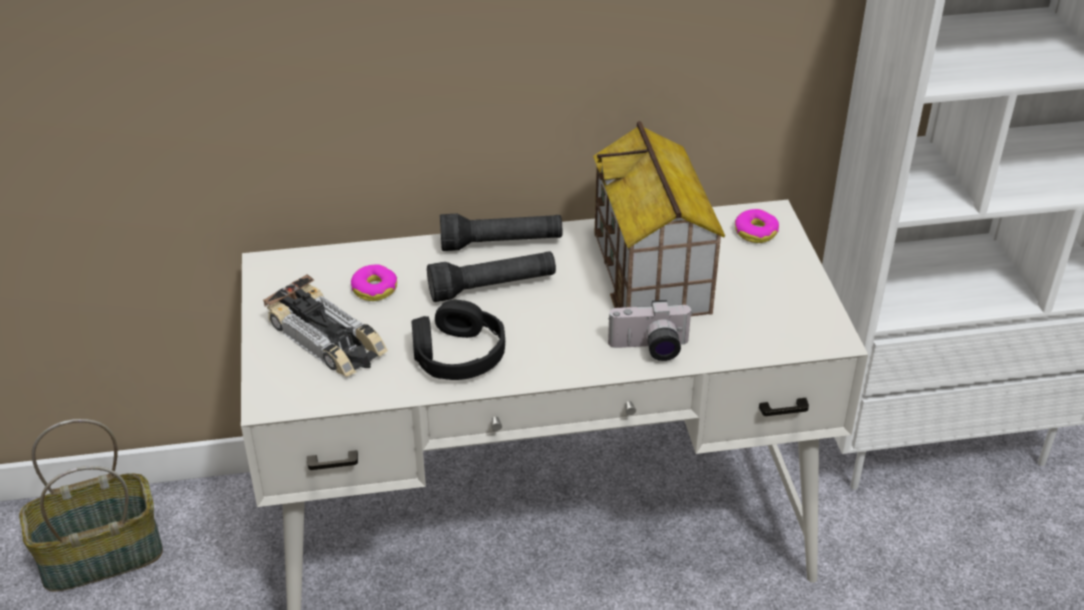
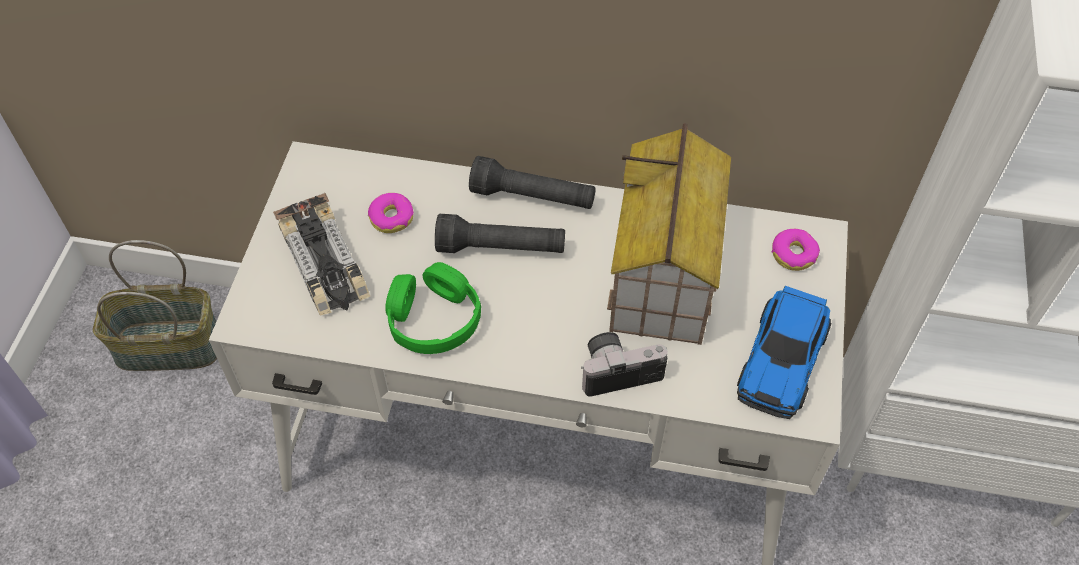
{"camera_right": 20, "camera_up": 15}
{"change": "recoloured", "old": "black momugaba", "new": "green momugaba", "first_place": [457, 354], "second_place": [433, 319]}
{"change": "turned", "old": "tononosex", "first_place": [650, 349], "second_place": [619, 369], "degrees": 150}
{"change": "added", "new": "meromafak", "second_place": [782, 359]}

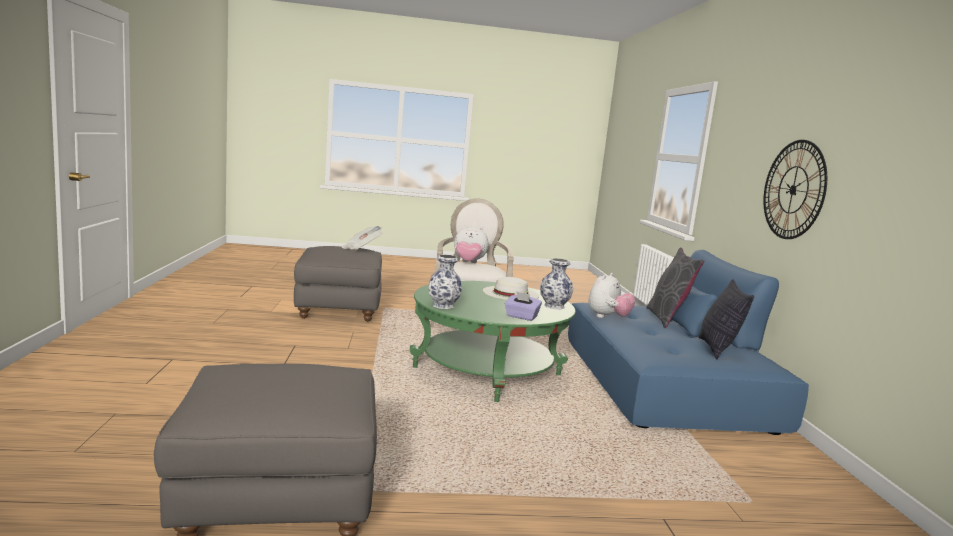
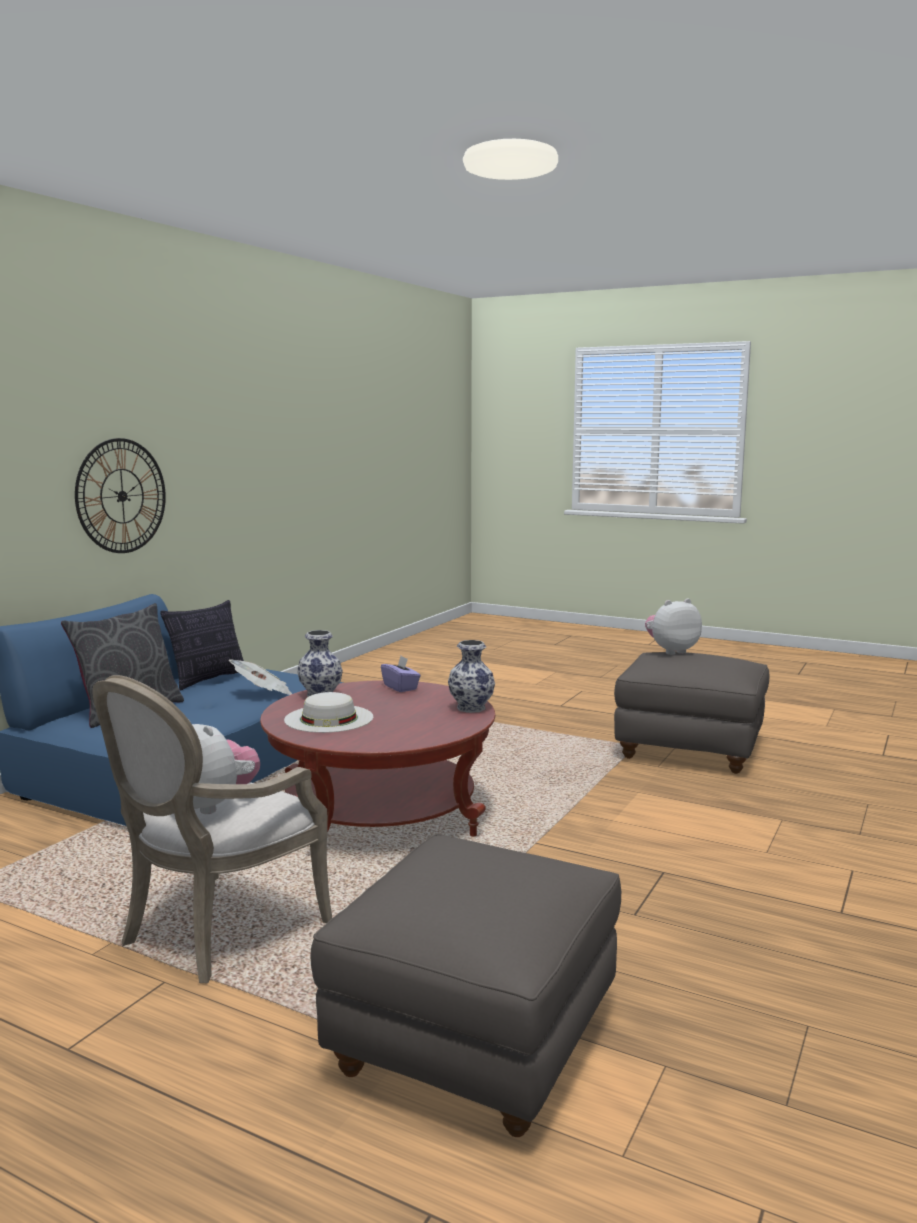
{"camera_right": -145, "camera_up": 0}
{"change": "moved", "old": "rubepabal", "first_place": [361, 248], "second_place": [263, 693]}
{"change": "recoloured", "old": "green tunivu", "new": "red tunivu", "first_place": [487, 371], "second_place": [380, 814]}
{"change": "moved", "old": "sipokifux", "first_place": [608, 317], "second_place": [671, 651]}

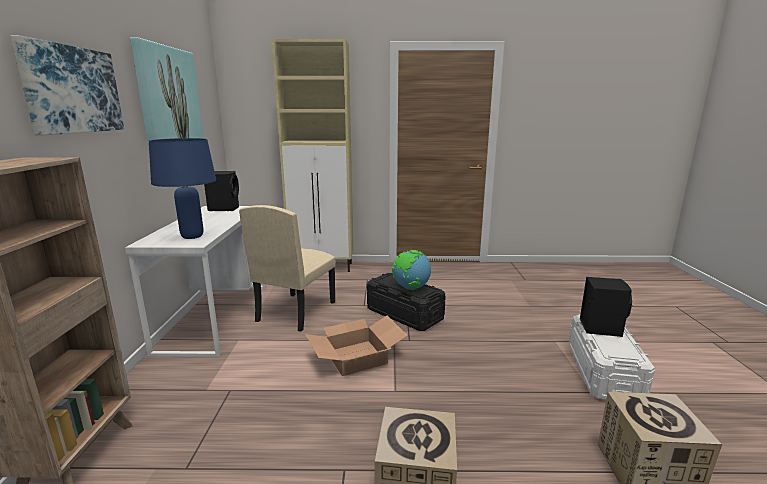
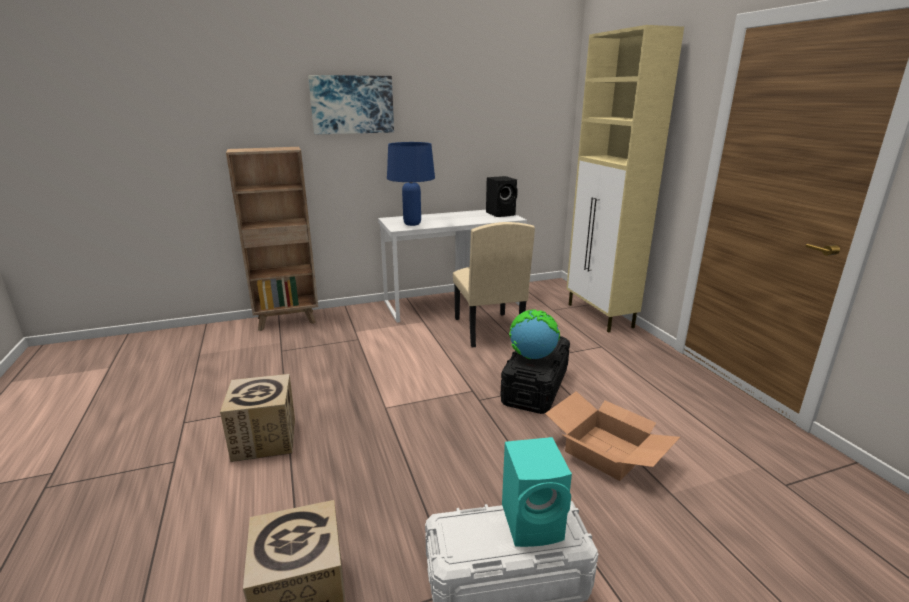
{"camera_right": 70, "camera_up": 5}
{"change": "removed", "old": "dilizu", "first_place": [169, 103]}
{"change": "turned", "old": "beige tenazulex", "first_place": [296, 311], "second_place": [487, 329], "degrees": -105}
{"change": "moved", "old": "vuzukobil", "first_place": [357, 357], "second_place": [608, 451]}
{"change": "recoloured", "old": "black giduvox", "new": "turquoise giduvox", "first_place": [600, 327], "second_place": [534, 522]}

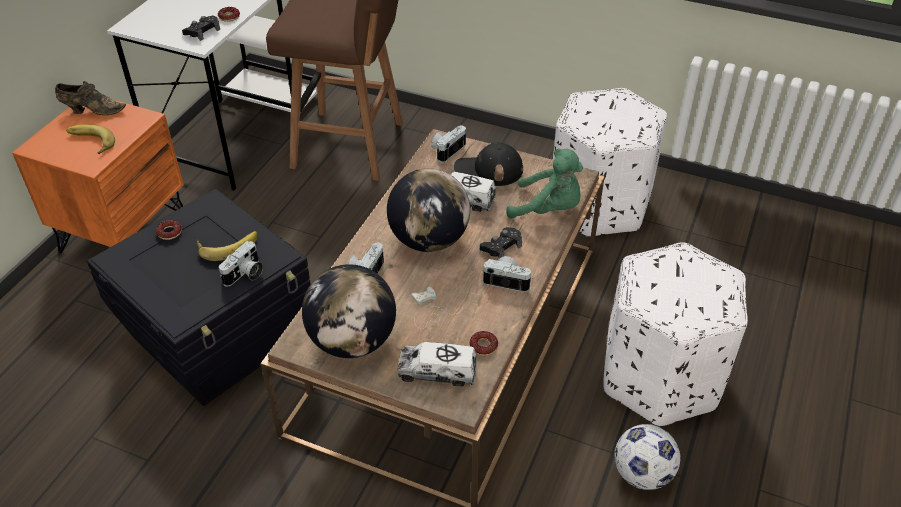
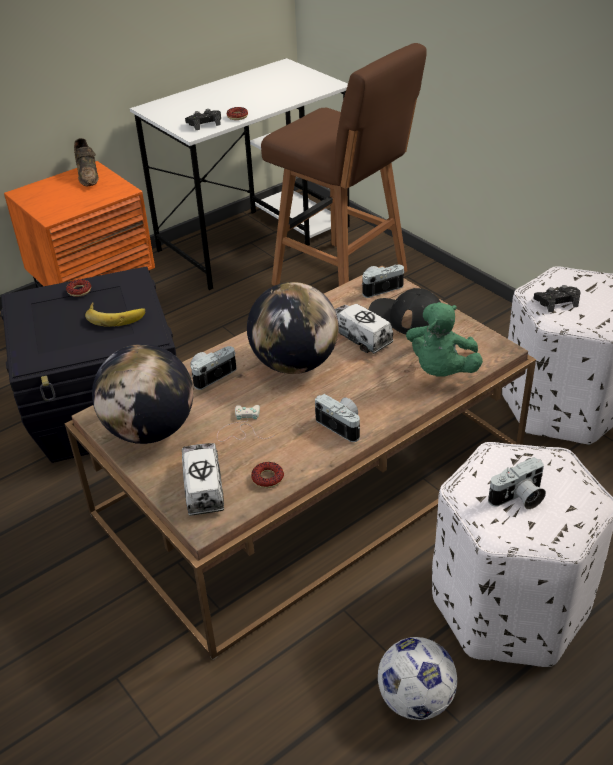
{"camera_right": 30, "camera_up": -5}
{"change": "turned", "old": "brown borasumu", "first_place": [92, 110], "second_place": [88, 175], "degrees": 45}
{"change": "removed", "old": "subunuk", "first_place": [89, 143]}
{"change": "moved", "old": "tononosex", "first_place": [245, 274], "second_place": [519, 498]}
{"change": "turned", "old": "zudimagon", "first_place": [437, 372], "second_place": [203, 486], "degrees": 45}
{"change": "moved", "old": "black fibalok", "first_place": [501, 247], "second_place": [557, 302]}
{"change": "turned", "old": "green sipokifux", "first_place": [548, 209], "second_place": [441, 371], "degrees": 60}

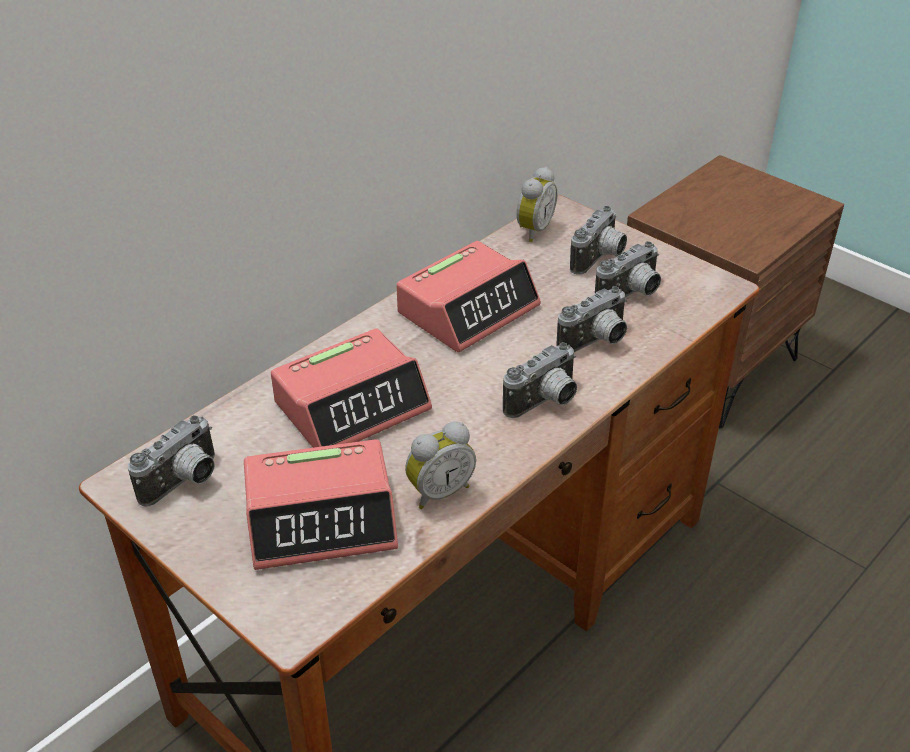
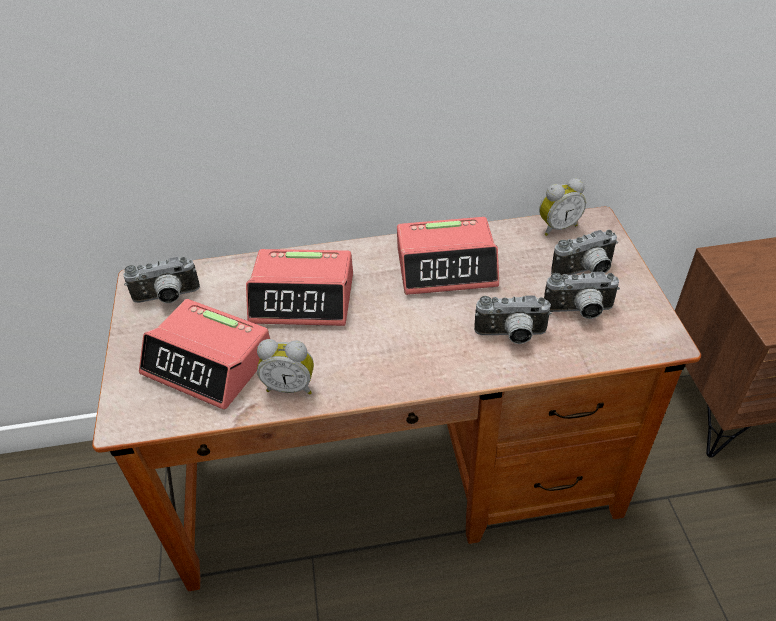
{"camera_right": 40, "camera_up": 5}
{"change": "removed", "old": "tononosex", "first_place": [545, 403]}

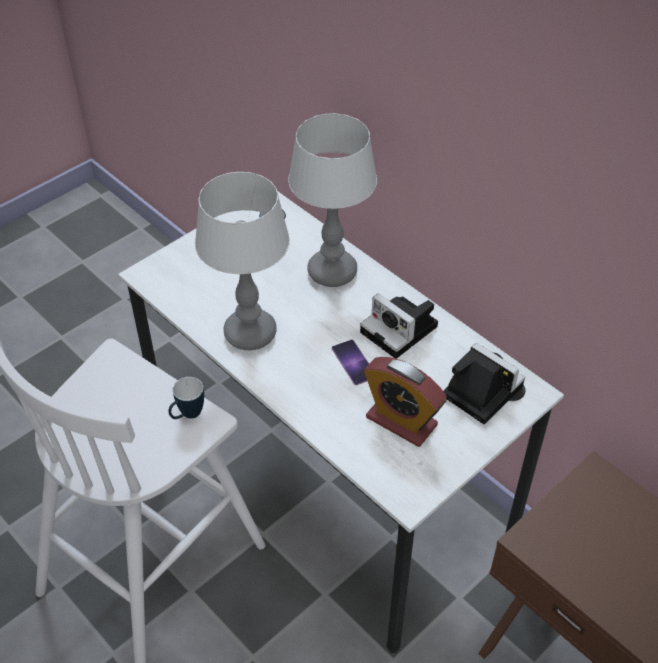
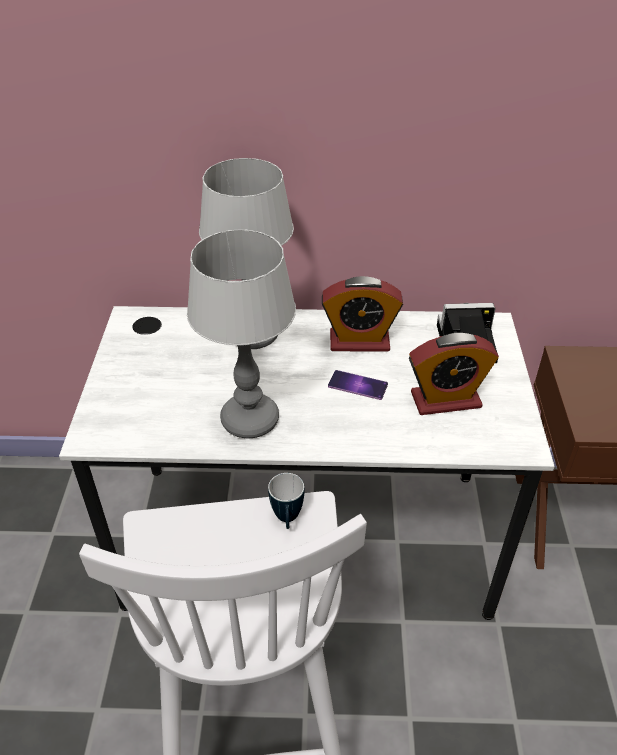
{"camera_right": -45, "camera_up": -5}
{"change": "replaced", "old": "tononosex", "new": "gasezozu", "first_place": [401, 330], "second_place": [359, 341]}

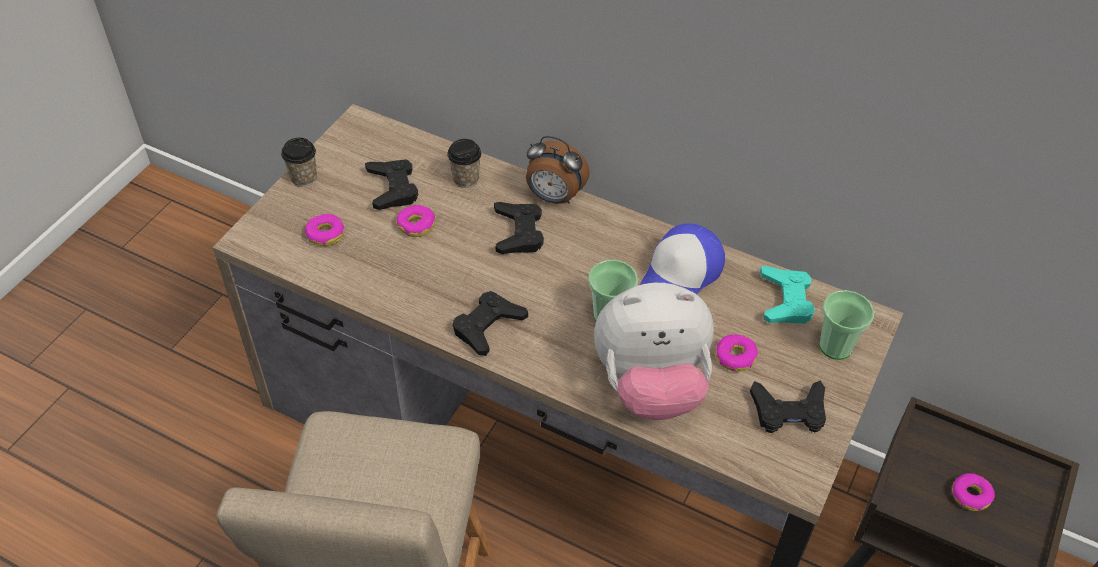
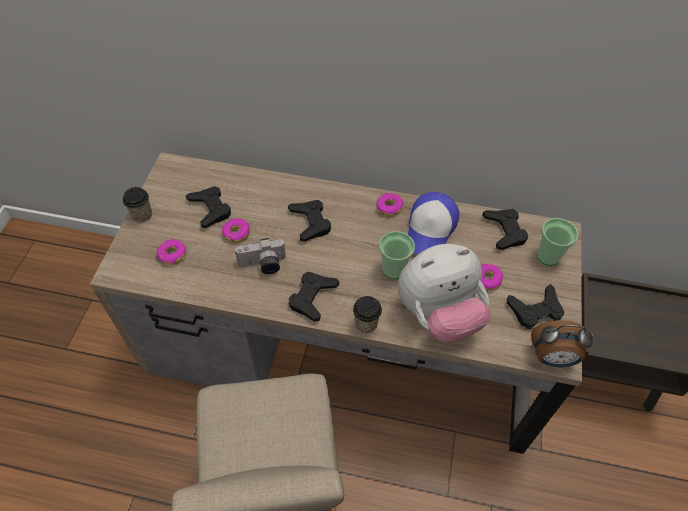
{"camera_right": -15, "camera_up": 5}
{"change": "moved", "old": "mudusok", "first_place": [465, 179], "second_place": [366, 324]}
{"change": "moved", "old": "gasezozu", "first_place": [554, 197], "second_place": [552, 358]}
{"change": "recoloured", "old": "turquoise fibalok", "new": "black fibalok", "first_place": [785, 300], "second_place": [504, 231]}
{"change": "moved", "old": "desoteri", "first_place": [970, 495], "second_place": [389, 207]}
{"change": "added", "new": "tononosex", "second_place": [263, 265]}

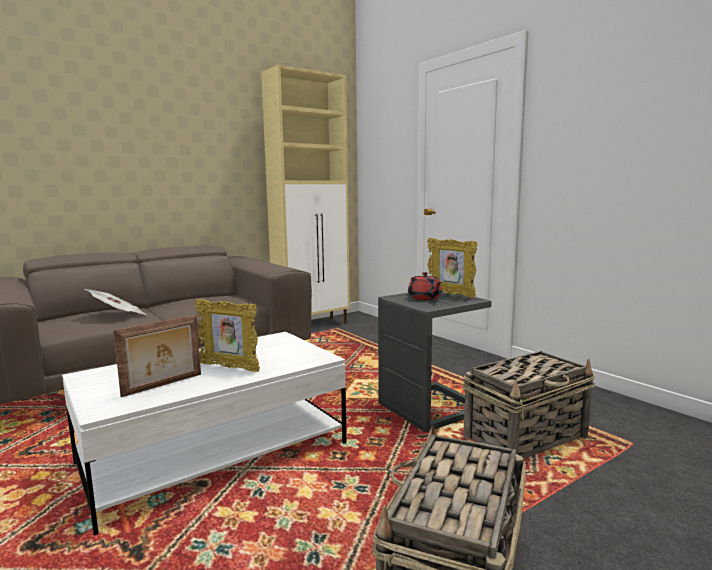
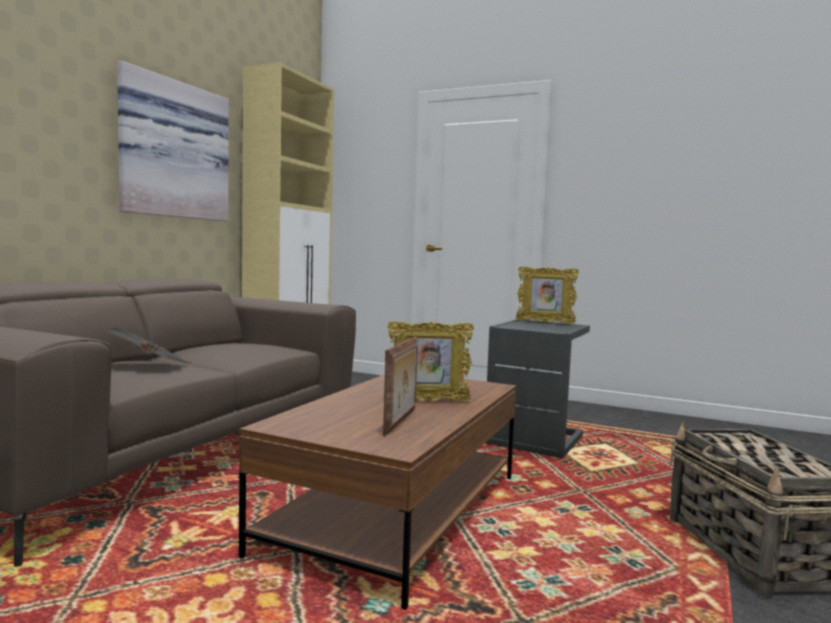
{"camera_right": -30, "camera_up": -5}
{"change": "recoloured", "old": "white tunivu", "new": "brown tunivu", "first_place": [214, 453], "second_place": [397, 512]}
{"change": "removed", "old": "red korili", "first_place": [424, 298]}
{"change": "removed", "old": "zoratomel", "first_place": [526, 437]}
{"change": "added", "new": "dilizu", "second_place": [173, 150]}

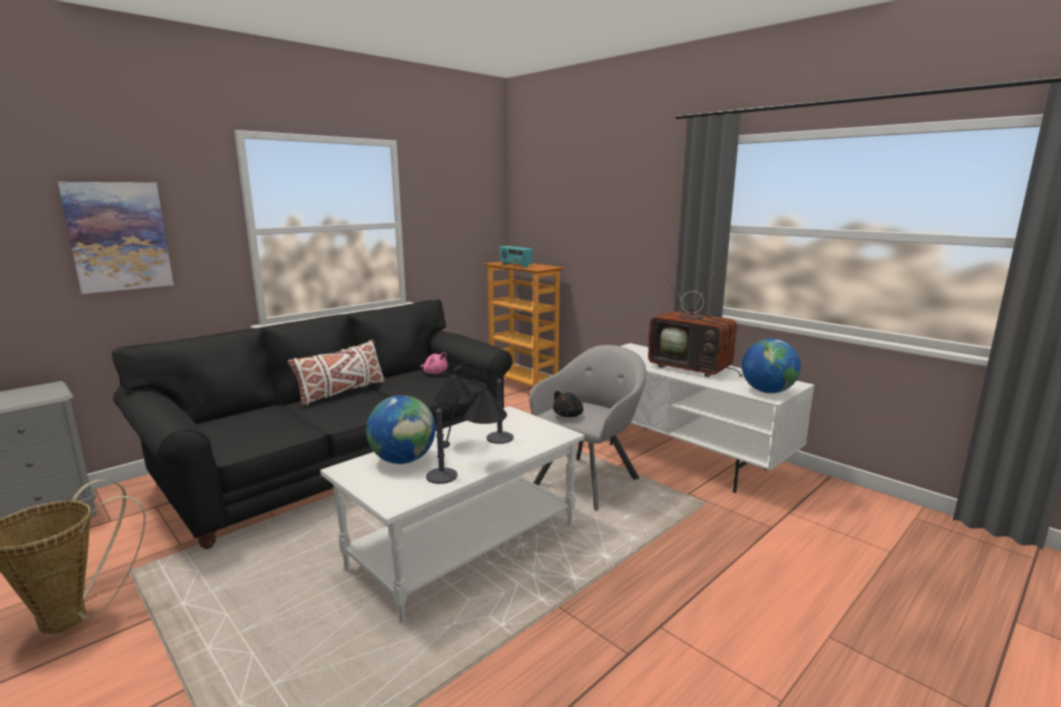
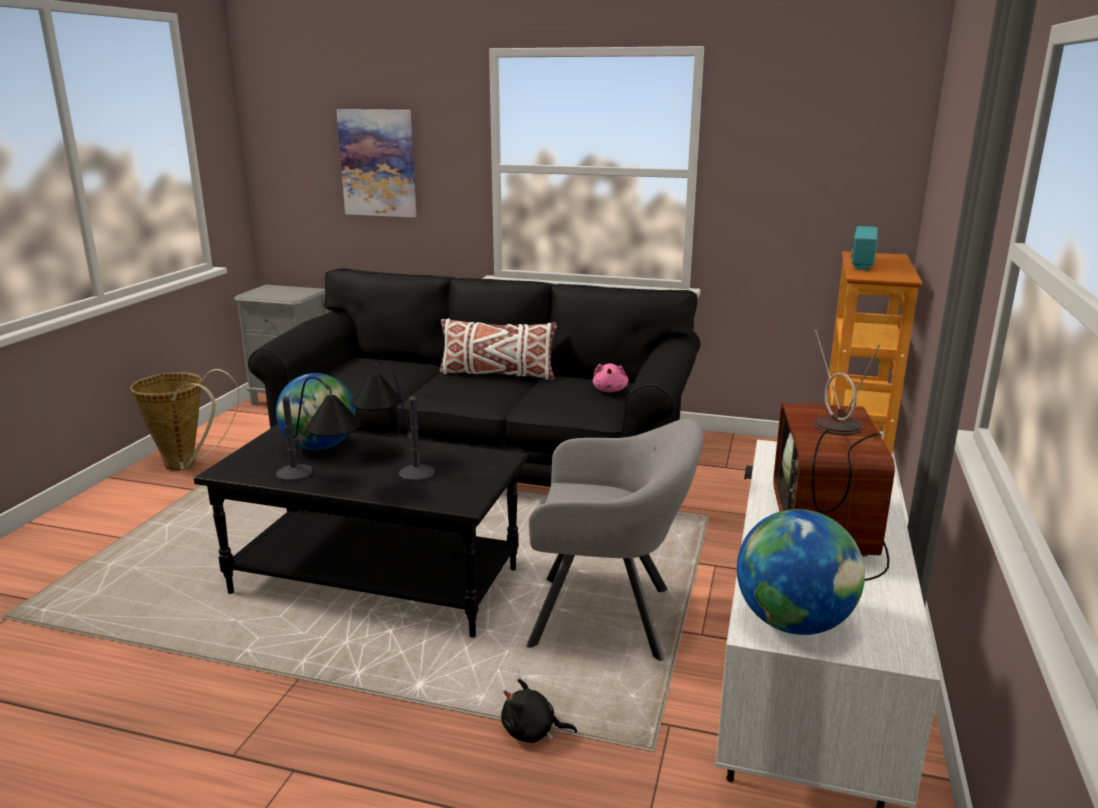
{"camera_right": 60, "camera_up": 5}
{"change": "recoloured", "old": "white tunivu", "new": "black tunivu", "first_place": [464, 545], "second_place": [377, 580]}
{"change": "moved", "old": "black sipokifux", "first_place": [569, 415], "second_place": [532, 732]}

